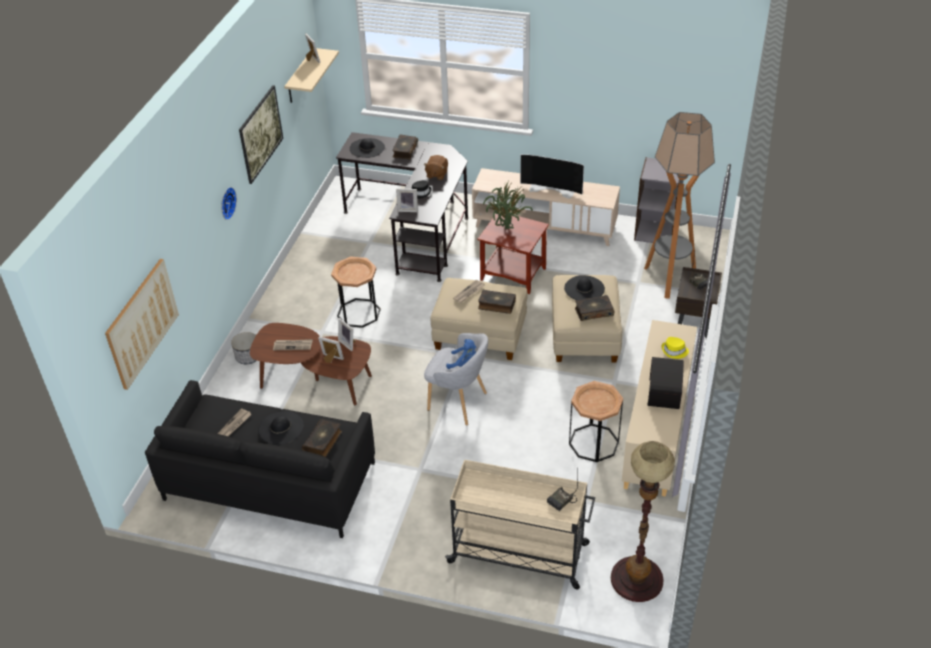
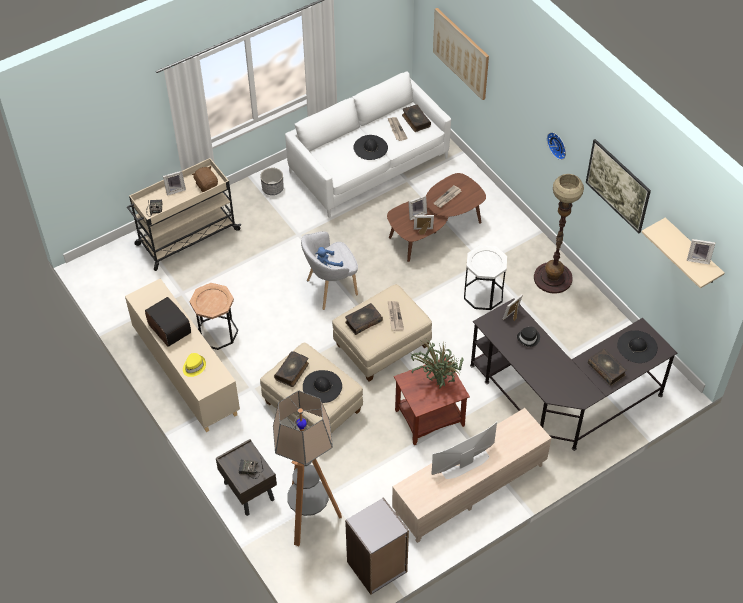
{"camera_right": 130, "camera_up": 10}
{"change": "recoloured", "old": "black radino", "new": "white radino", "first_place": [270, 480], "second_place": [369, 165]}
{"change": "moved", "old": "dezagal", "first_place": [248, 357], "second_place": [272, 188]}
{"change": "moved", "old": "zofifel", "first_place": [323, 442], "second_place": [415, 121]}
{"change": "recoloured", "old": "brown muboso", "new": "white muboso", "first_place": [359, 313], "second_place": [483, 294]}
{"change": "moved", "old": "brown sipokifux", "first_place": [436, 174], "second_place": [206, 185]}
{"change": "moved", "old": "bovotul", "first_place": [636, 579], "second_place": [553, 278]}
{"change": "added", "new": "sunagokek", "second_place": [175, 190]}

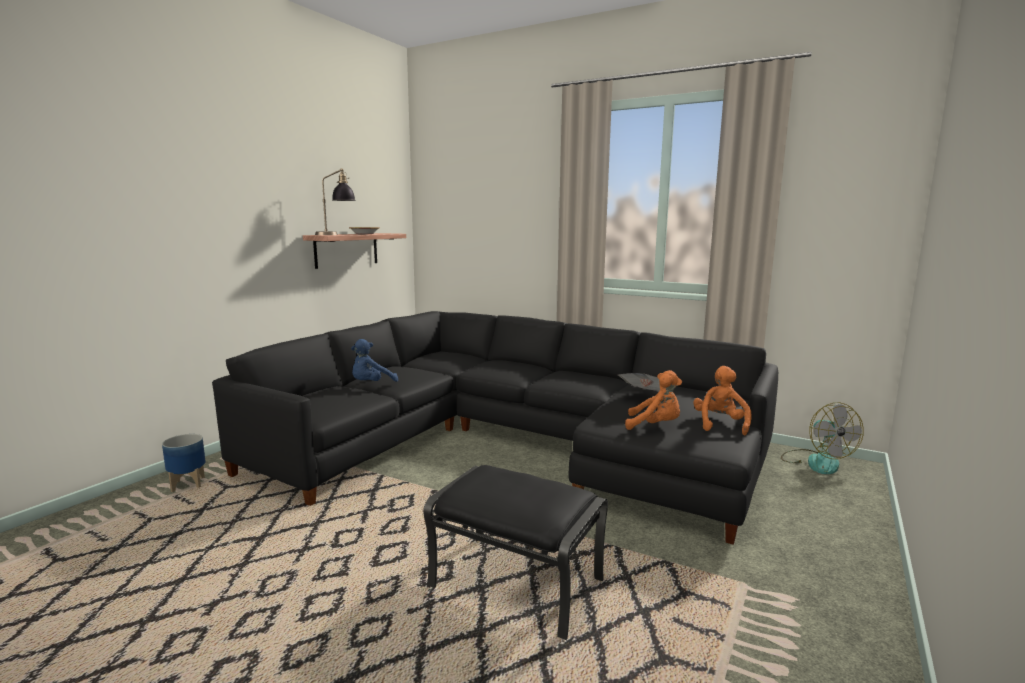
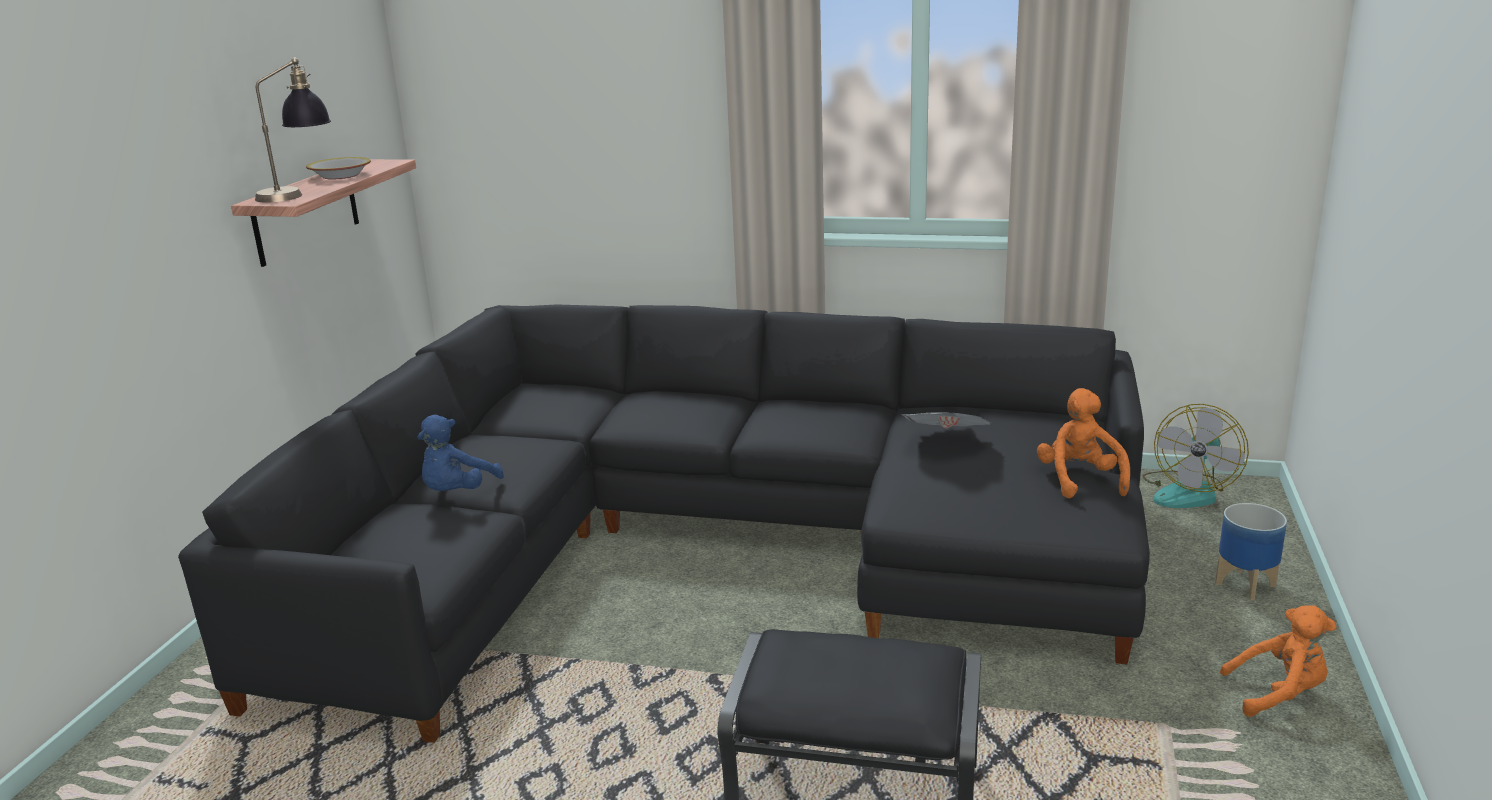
{"camera_right": -15, "camera_up": 10}
{"change": "moved", "old": "dezagal", "first_place": [187, 484], "second_place": [1244, 585]}
{"change": "moved", "old": "orange sipokifux", "first_place": [655, 426], "second_place": [1278, 694]}
{"change": "turned", "old": "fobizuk", "first_place": [816, 461], "second_place": [1189, 492], "degrees": 60}

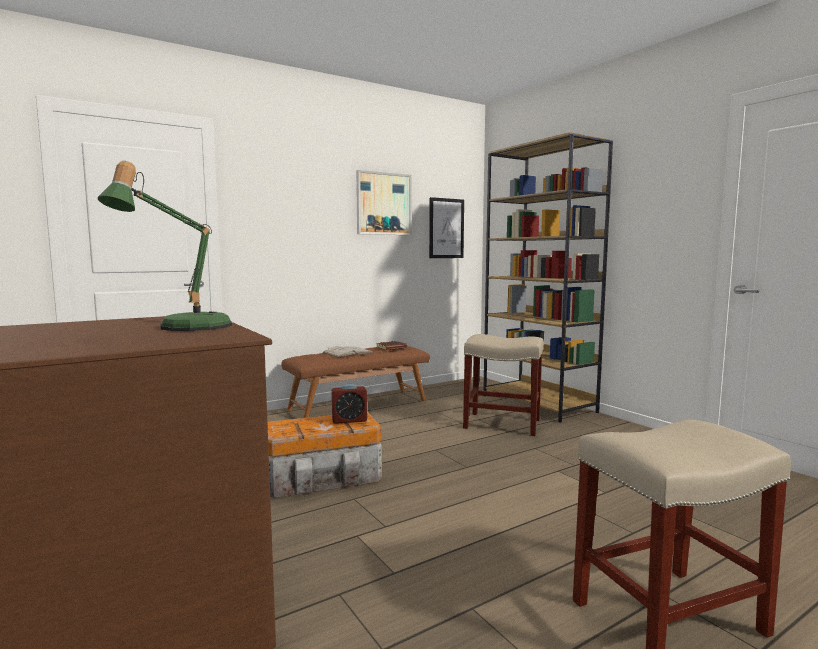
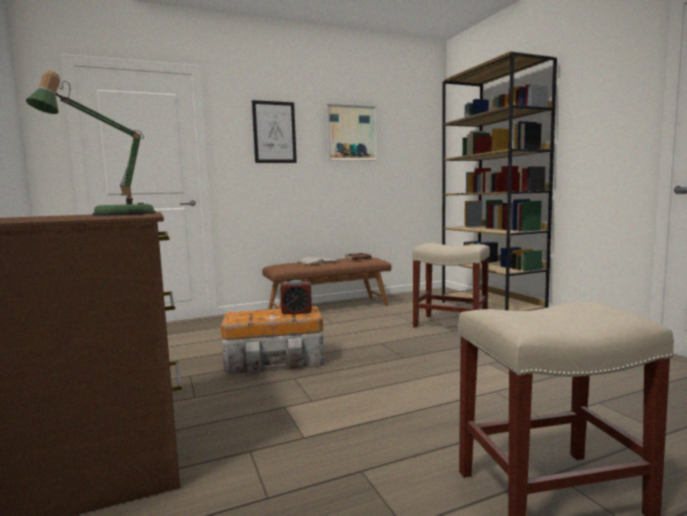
{"camera_right": 10, "camera_up": 0}
{"change": "moved", "old": "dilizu", "first_place": [446, 228], "second_place": [274, 132]}

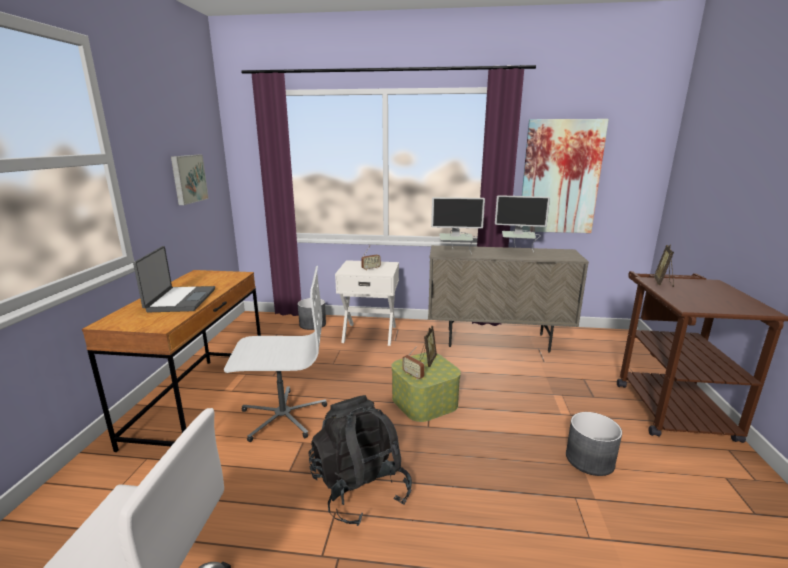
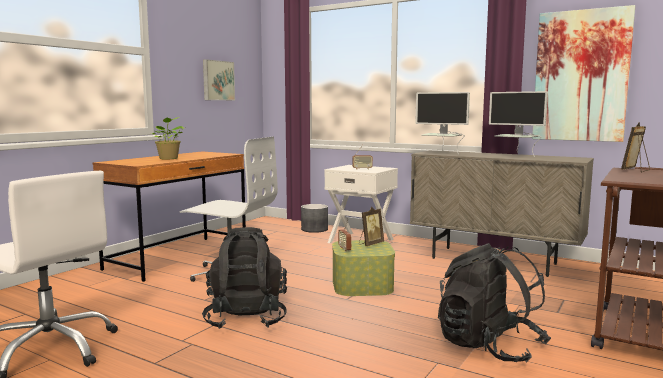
{"camera_right": 25, "camera_up": -10}
{"change": "replaced", "old": "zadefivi", "new": "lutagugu", "first_place": [180, 300], "second_place": [168, 158]}
{"change": "replaced", "old": "grey dezagal", "new": "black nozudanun", "first_place": [590, 459], "second_place": [489, 346]}

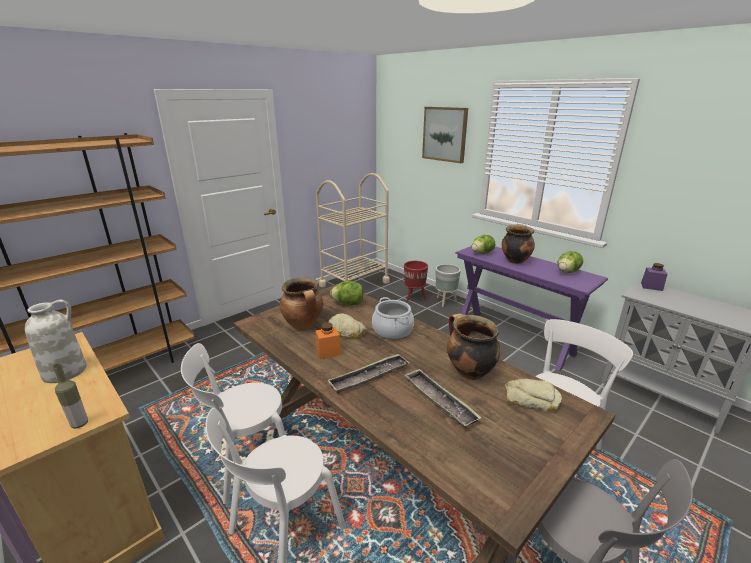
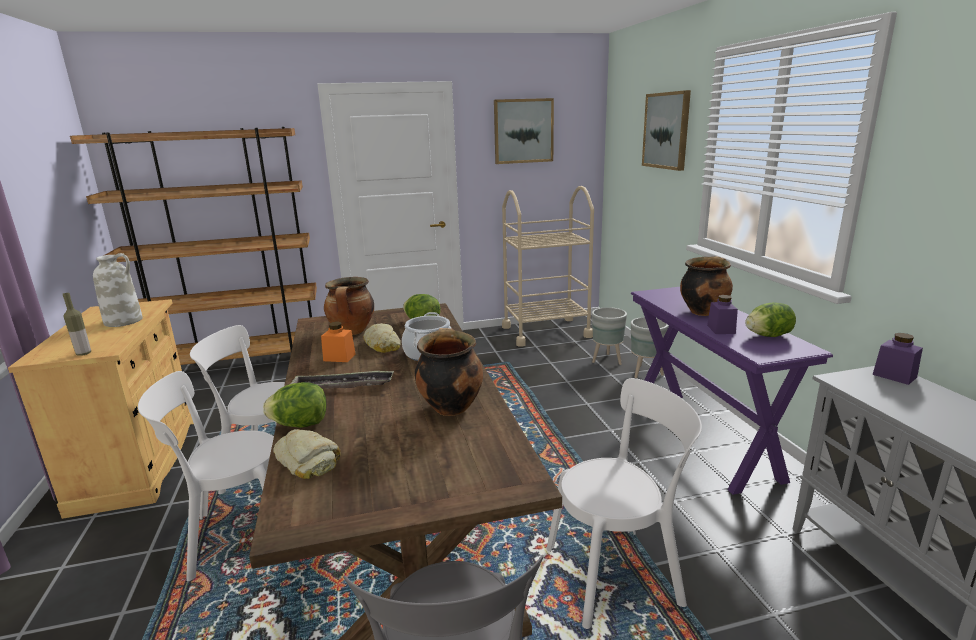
{"camera_right": 30, "camera_up": -5}
{"change": "recoloured", "old": "red dezagal", "new": "grey dezagal", "first_place": [414, 297], "second_place": [607, 360]}
{"change": "removed", "old": "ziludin", "first_place": [439, 400]}
{"change": "moved", "old": "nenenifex", "first_place": [482, 253], "second_place": [300, 424]}
{"change": "moved", "old": "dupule", "first_place": [531, 399], "second_place": [307, 460]}
{"change": "added", "new": "dilizu", "second_place": [523, 131]}
{"change": "added", "new": "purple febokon", "second_place": [721, 329]}

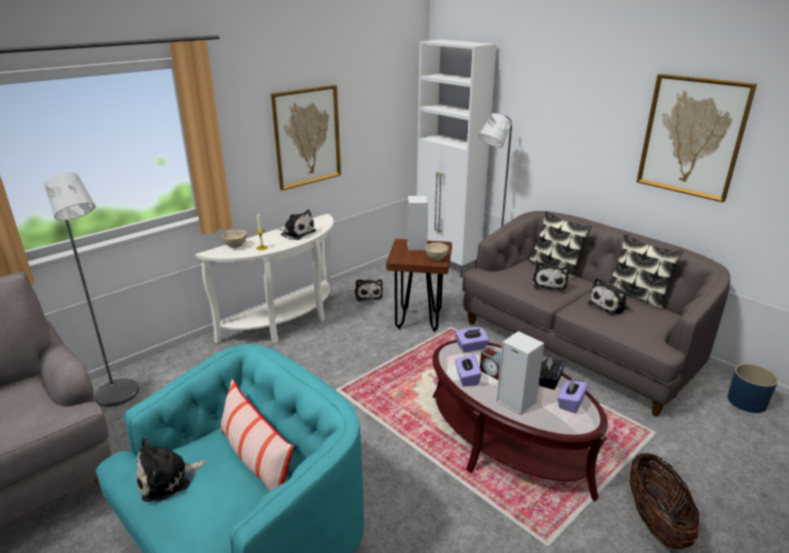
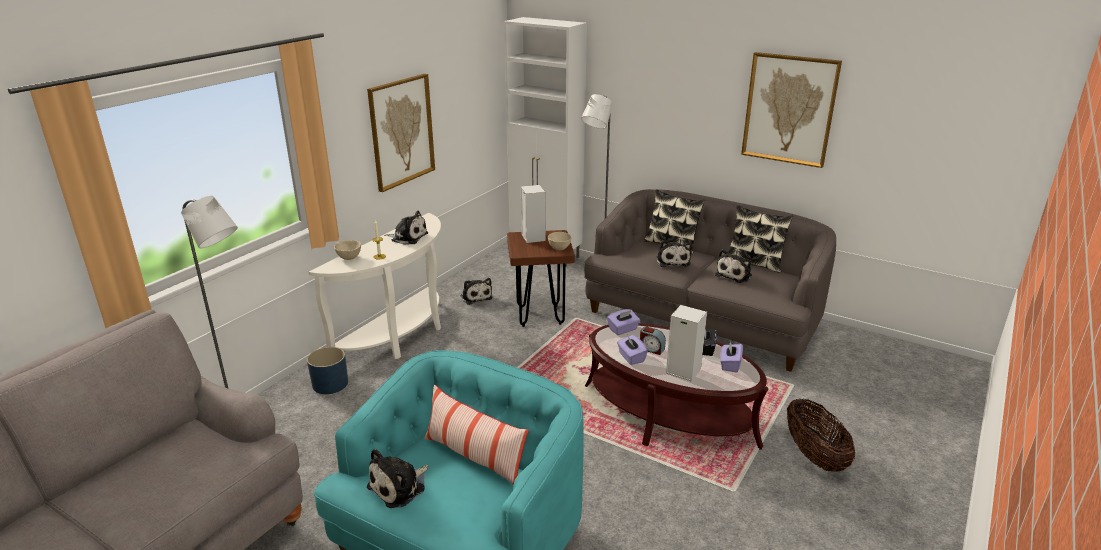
{"camera_right": -15, "camera_up": 0}
{"change": "moved", "old": "blue dezagal", "first_place": [747, 402], "second_place": [330, 384]}

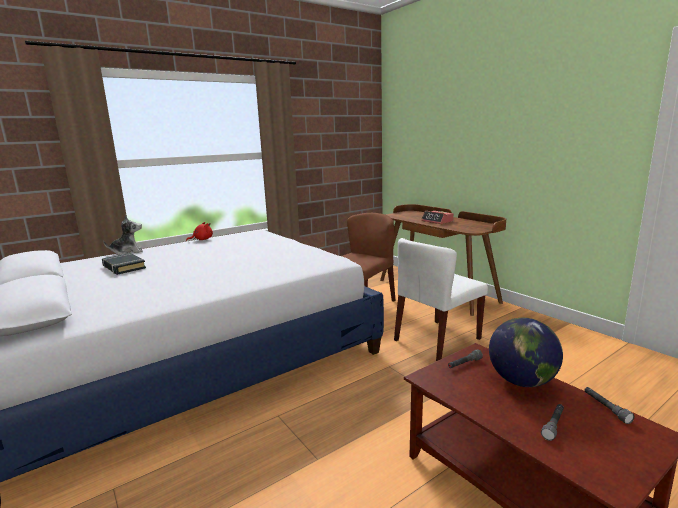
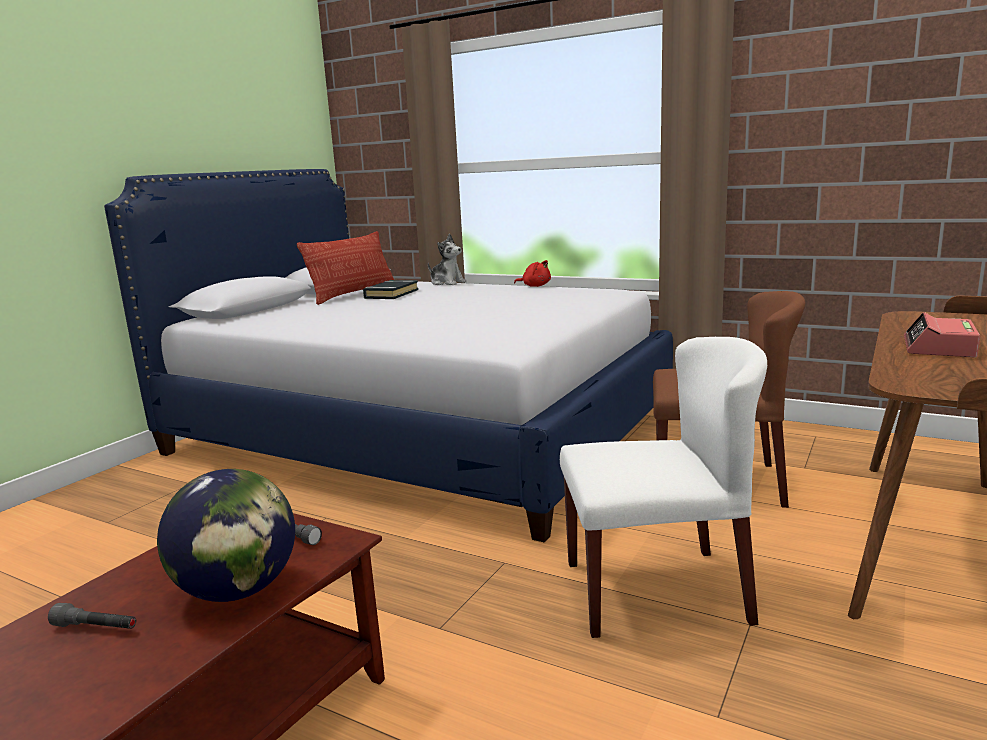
{"camera_right": 65, "camera_up": 0}
{"change": "turned", "old": "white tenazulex", "first_place": [437, 340], "second_place": [657, 591], "degrees": 150}
{"change": "removed", "old": "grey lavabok", "first_place": [606, 408]}
{"change": "added", "new": "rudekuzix", "second_place": [353, 294]}

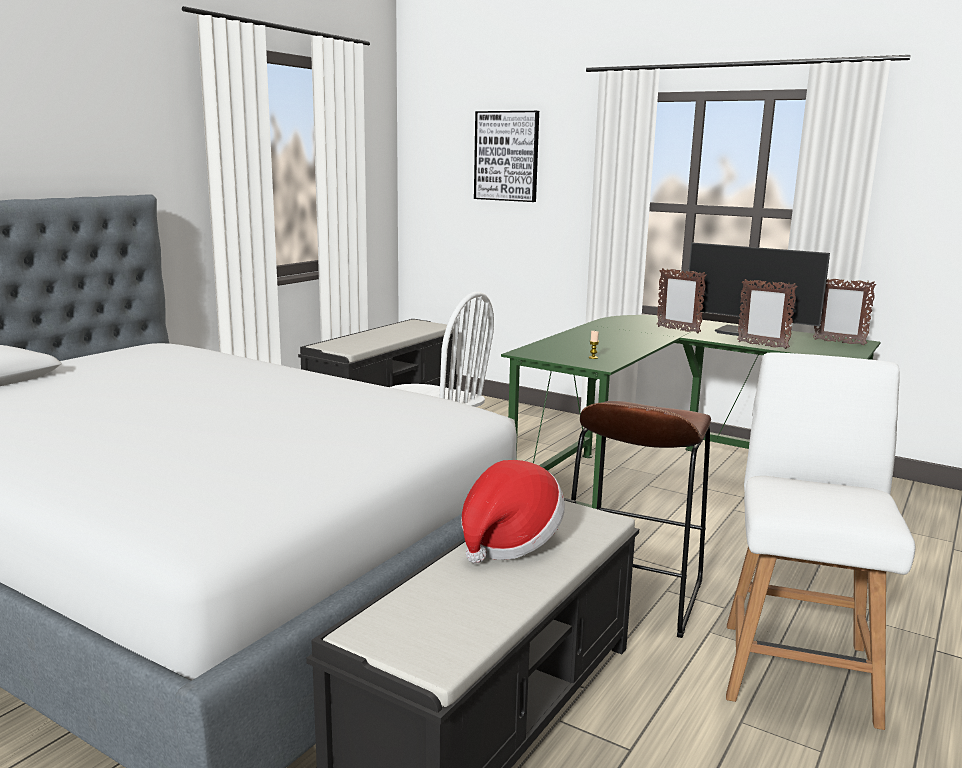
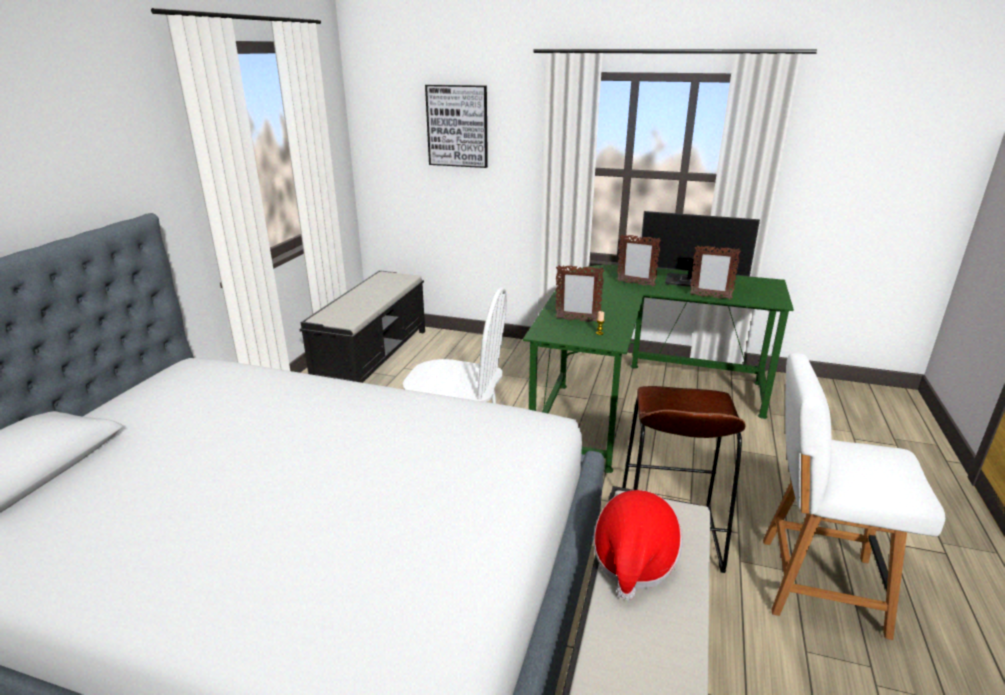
{"camera_right": -15, "camera_up": 10}
{"change": "turned", "old": "white tenazulex", "first_place": [797, 668], "second_place": [815, 584], "degrees": -75}
{"change": "moved", "old": "sunagokek", "first_place": [838, 342], "second_place": [577, 320]}

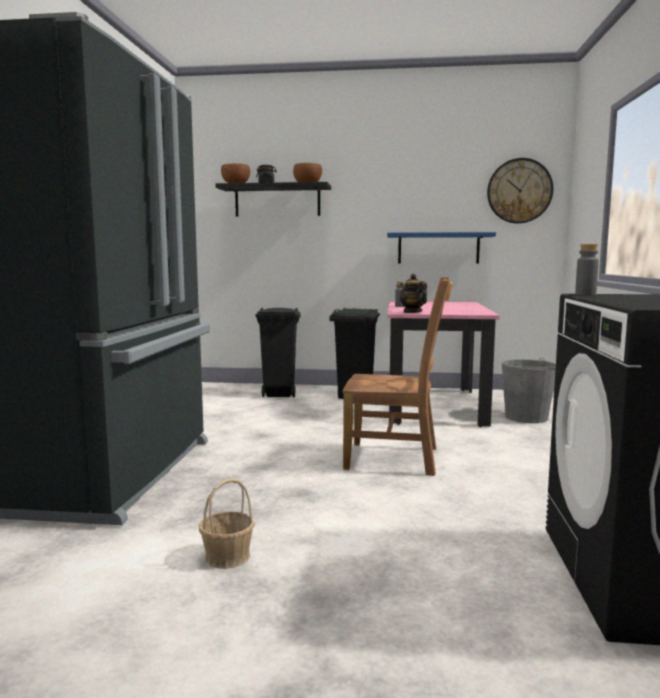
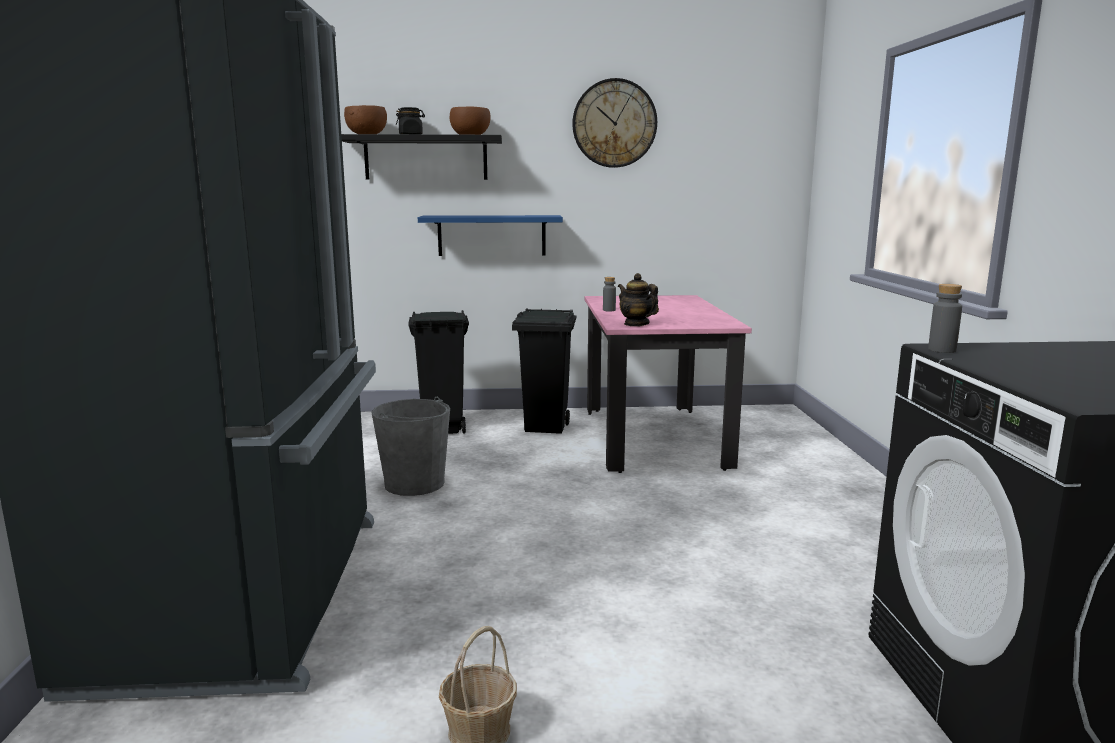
{"camera_right": -10, "camera_up": 5}
{"change": "removed", "old": "brown tenazulex", "first_place": [396, 459]}
{"change": "moved", "old": "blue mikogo", "first_place": [438, 248], "second_place": [491, 235]}
{"change": "moved", "old": "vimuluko", "first_place": [519, 191], "second_place": [614, 123]}
{"change": "moved", "old": "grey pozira", "first_place": [526, 417], "second_place": [415, 484]}

